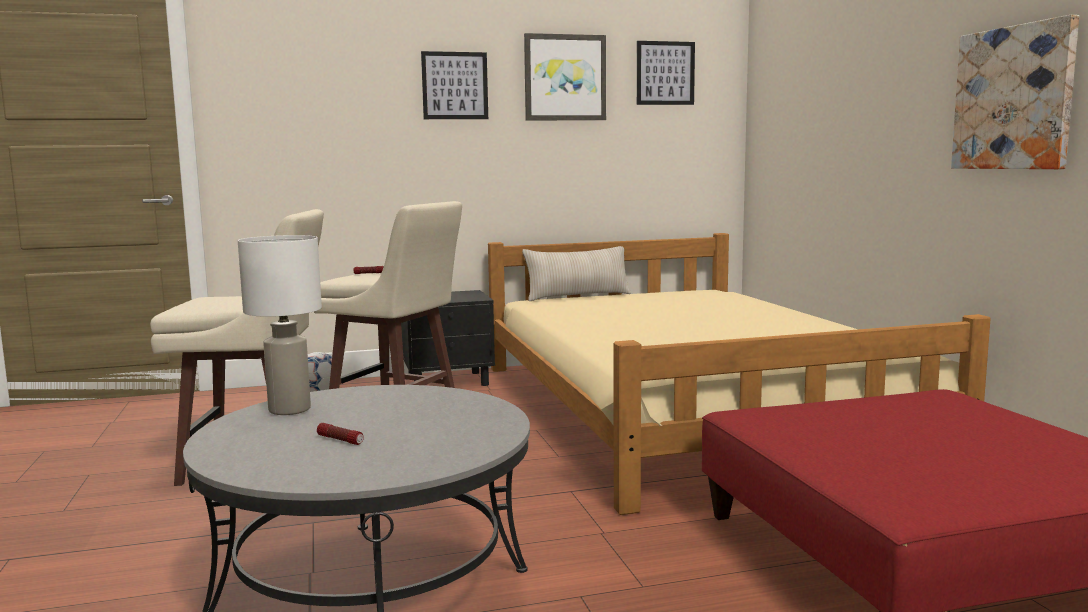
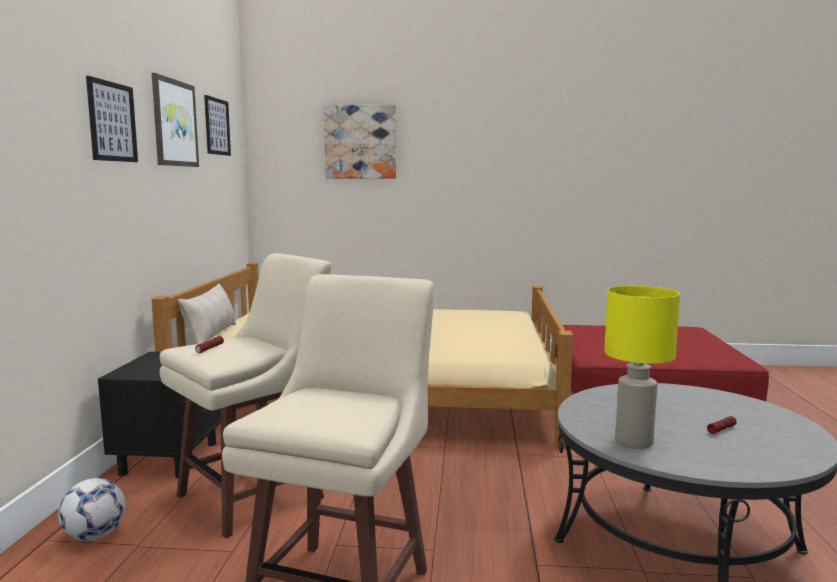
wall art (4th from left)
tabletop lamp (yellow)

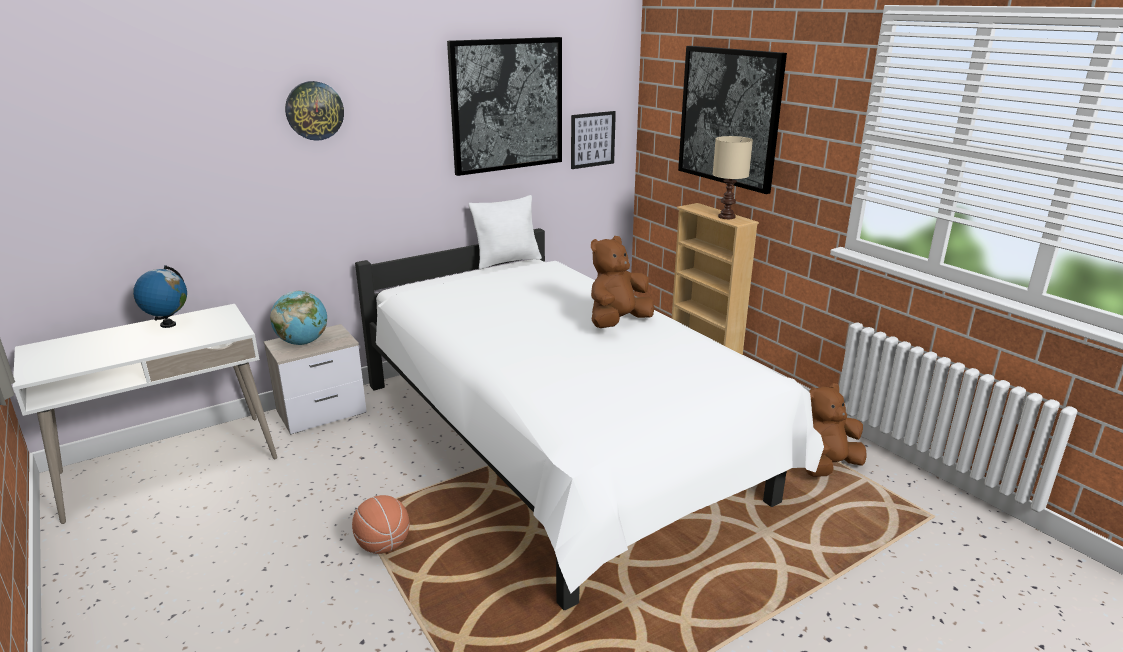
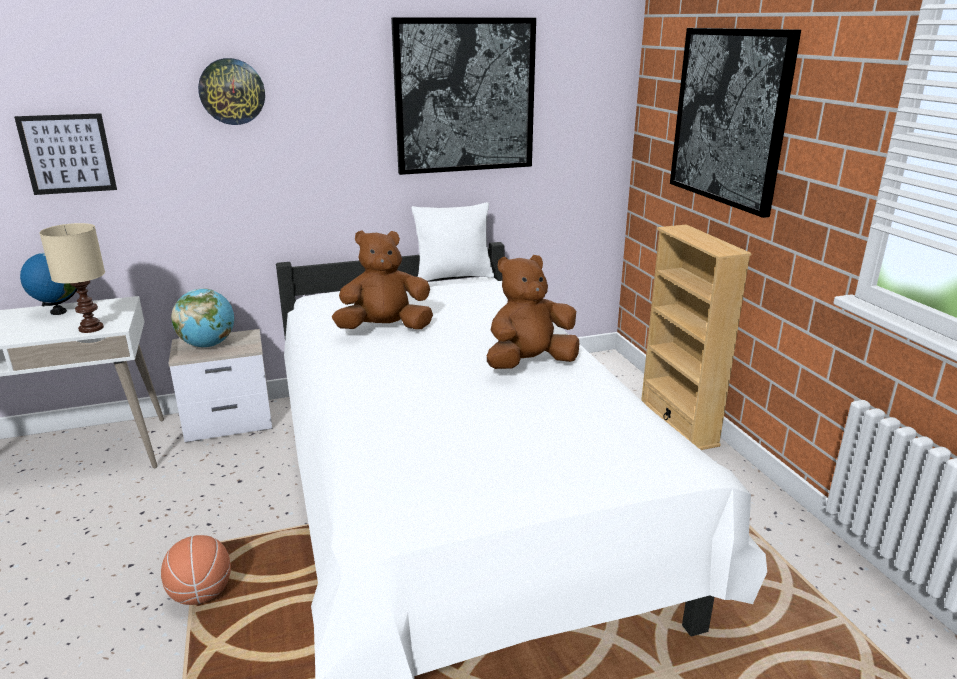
wall art (1st from left)
tabletop lamp (beige-coloured)
soft toy (brownish) (1st from left)

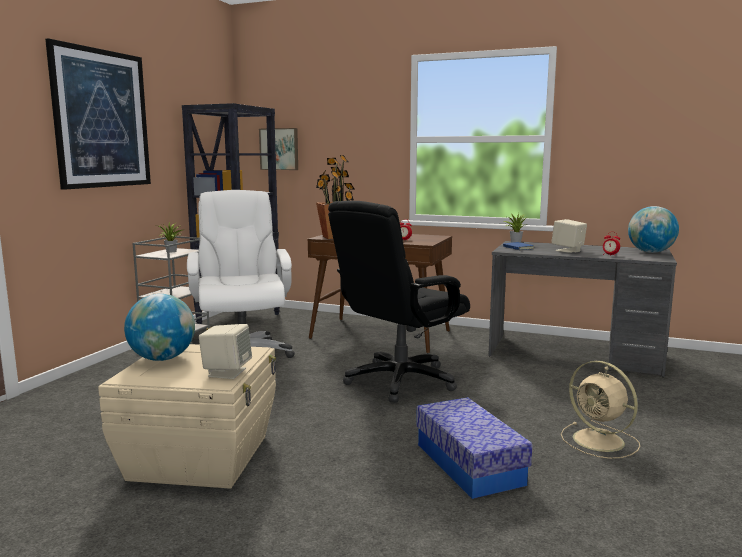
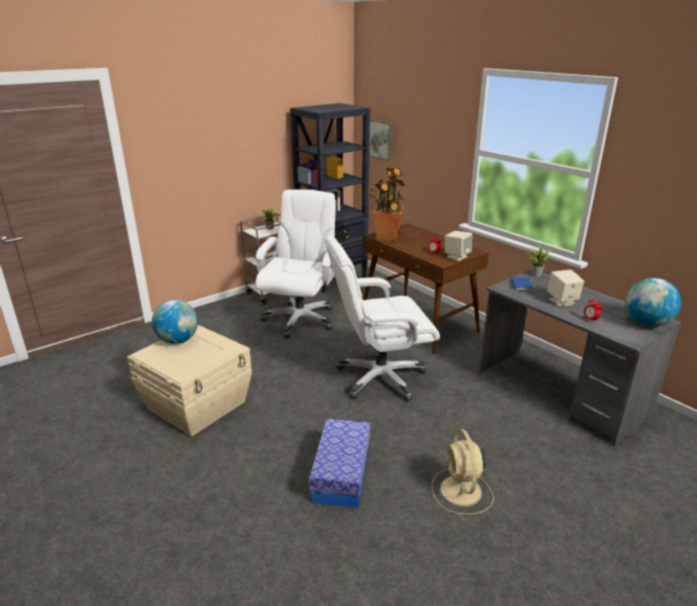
desk chair (white-coloured) (2nd from left)
audio speaker (beige-coloured) (1st from left)
wall art (1st from left in the first image)

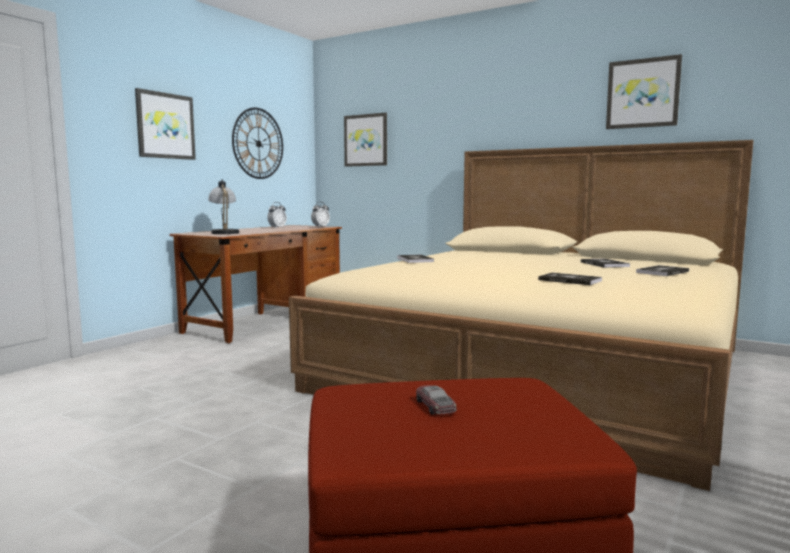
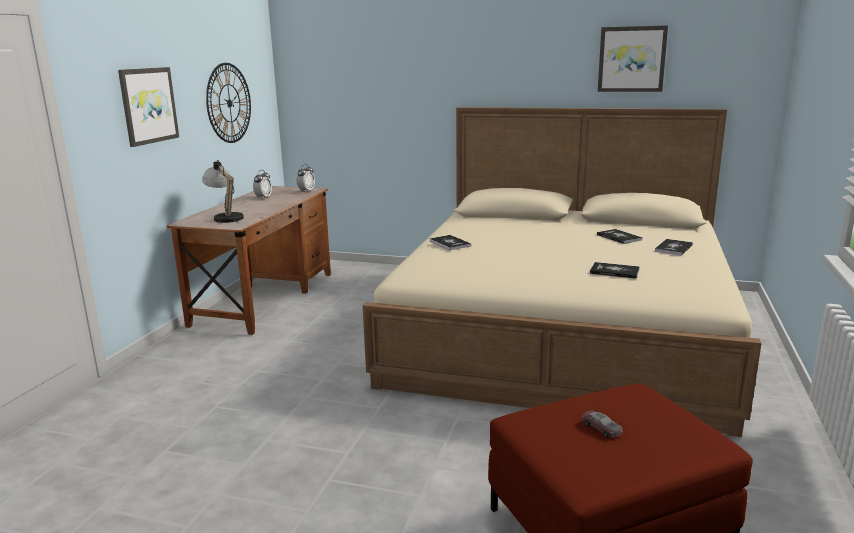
wall art (2nd from left in the first image)

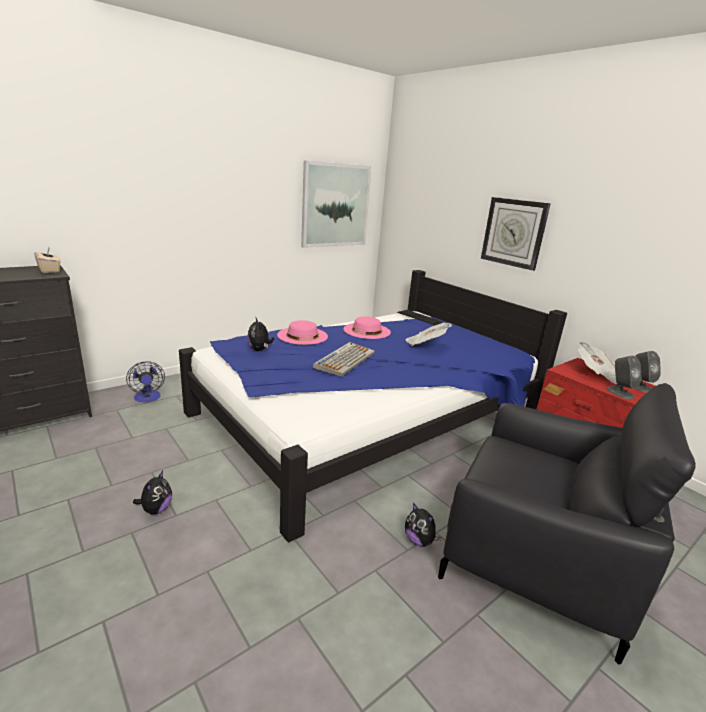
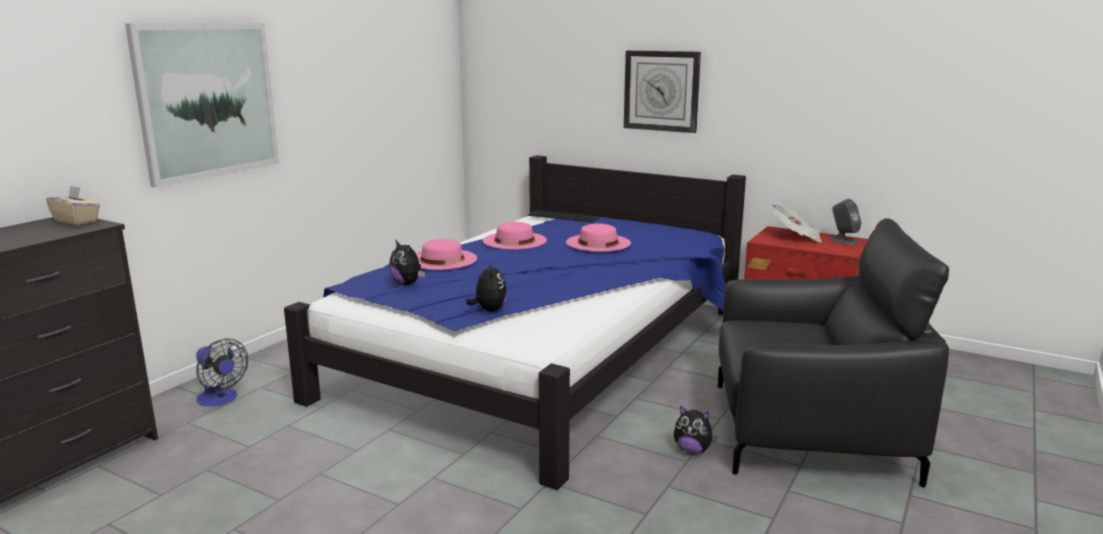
wall art
soft toy (2nd from left)
clothing hat (pinkish) (3rd from left)
computer keyboard (1st from left in the first image)
audio speaker (gray) (1st from left in the first image)

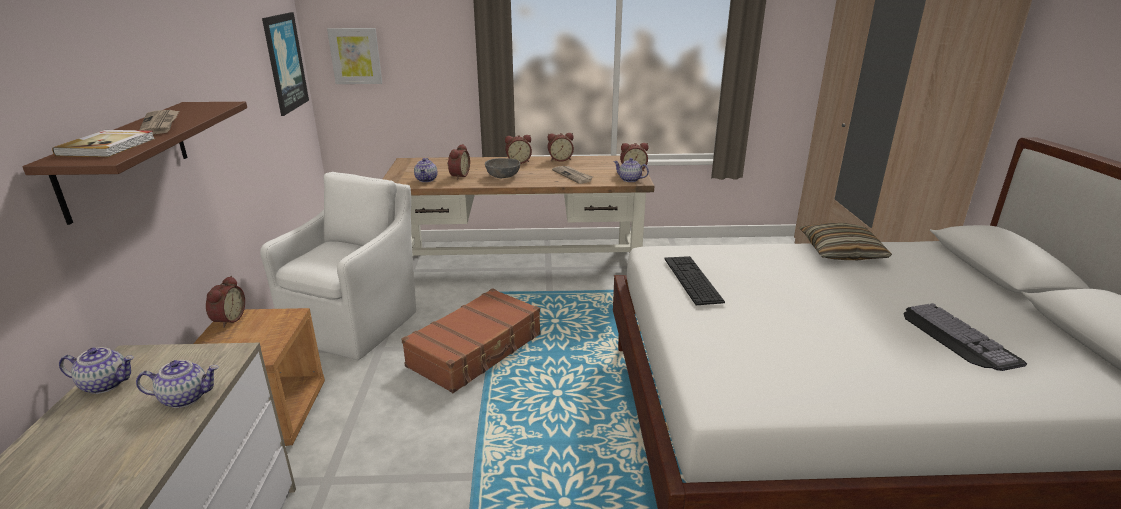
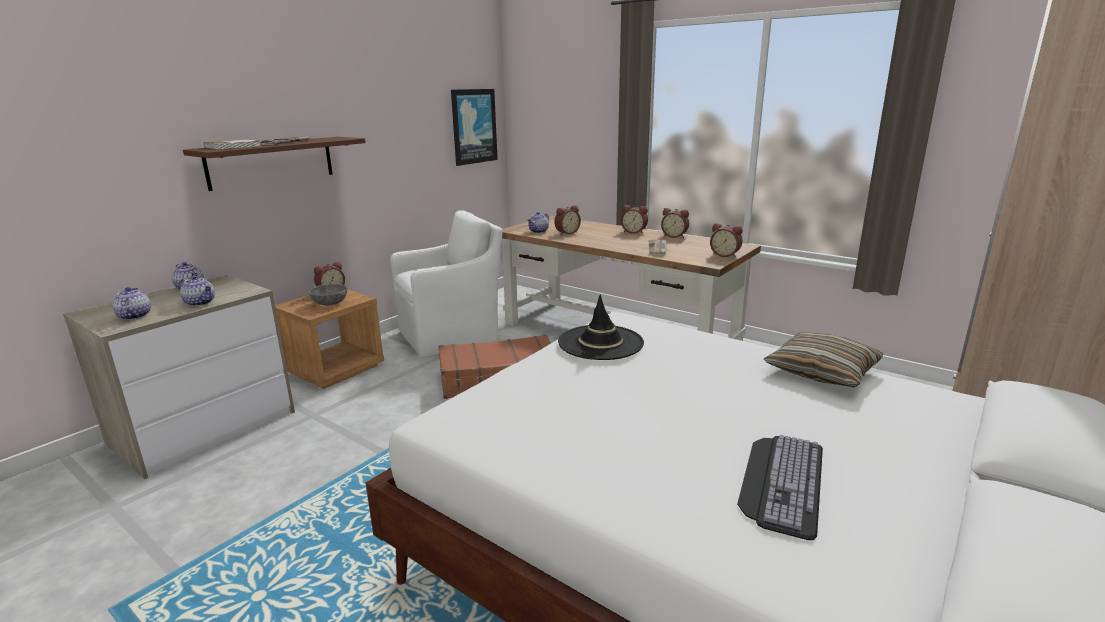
pot for tea (1st from left)
serving bowl (gray)
clothing hat (black-coloured)
wall art (2nd from left in the first image)

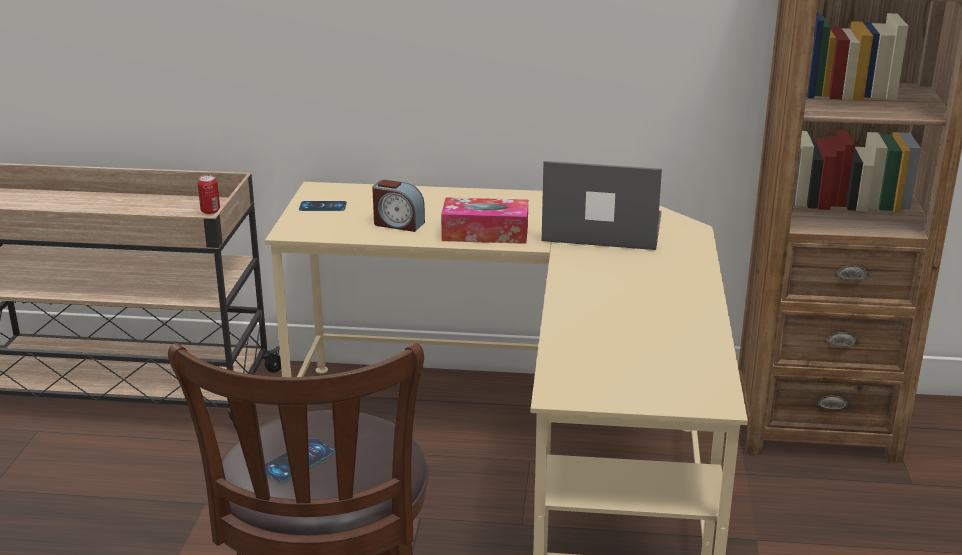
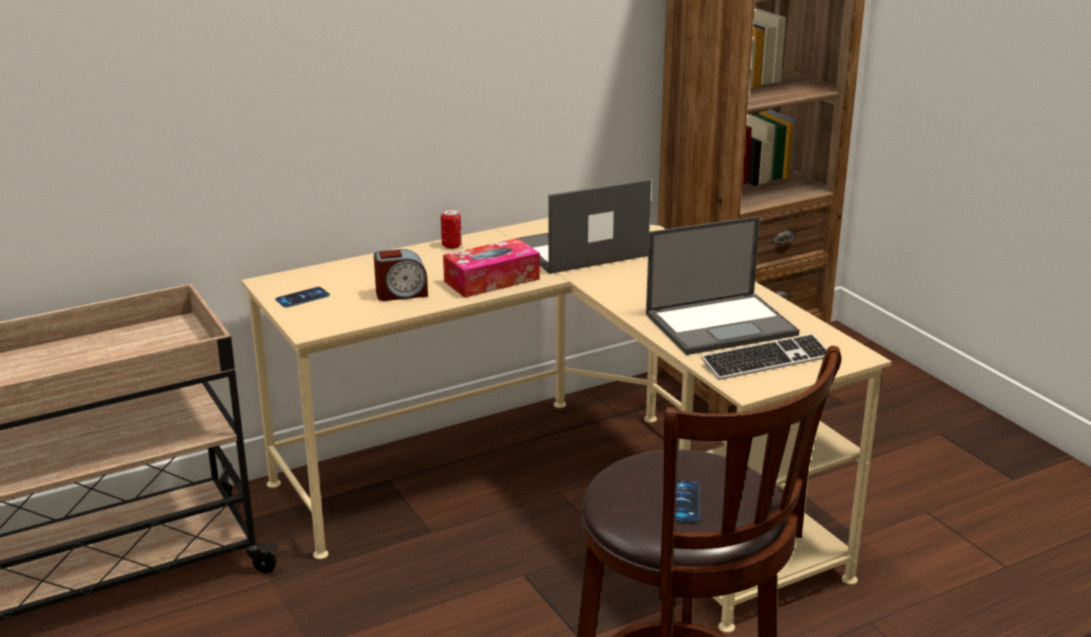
can
notebook computer (2nd from left)
computer keyboard

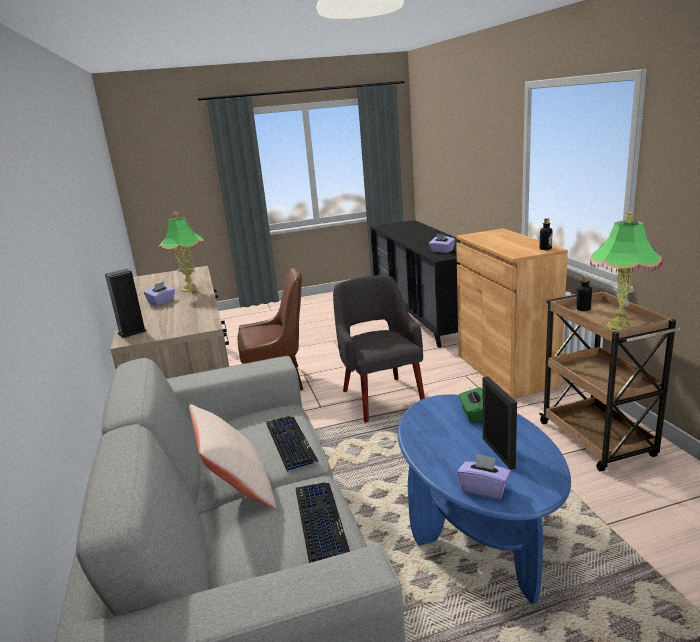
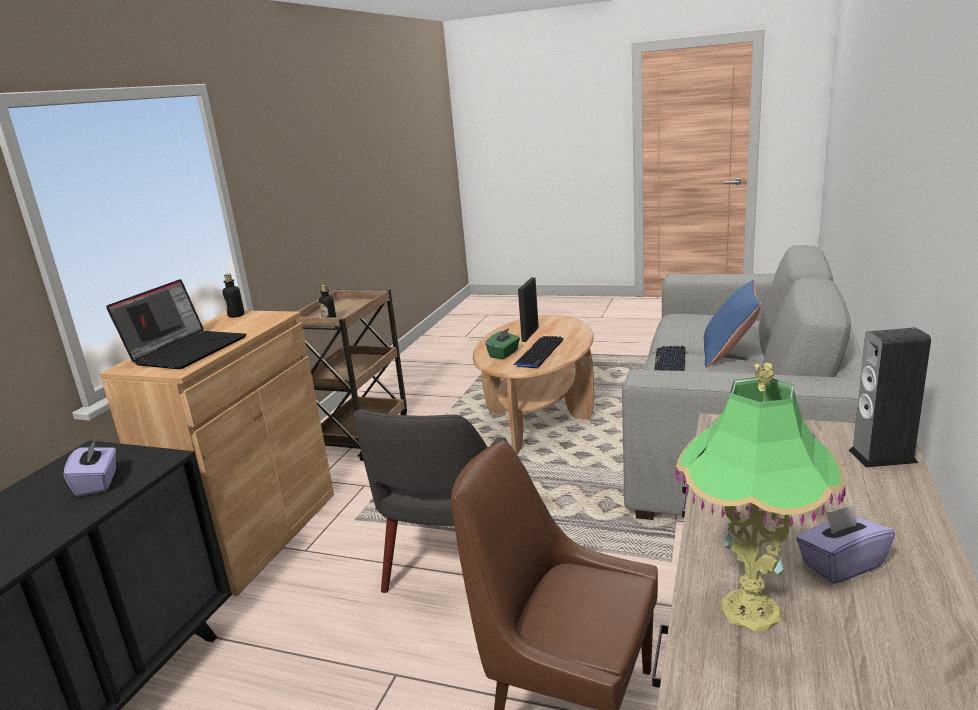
notebook computer
coffee table (brownish)
computer keyboard (1st from left)
cushion (blue-coloured)
tissue holder (purplish) (3rd from left in the first image)
tabletop lamp (2nd from left in the first image)

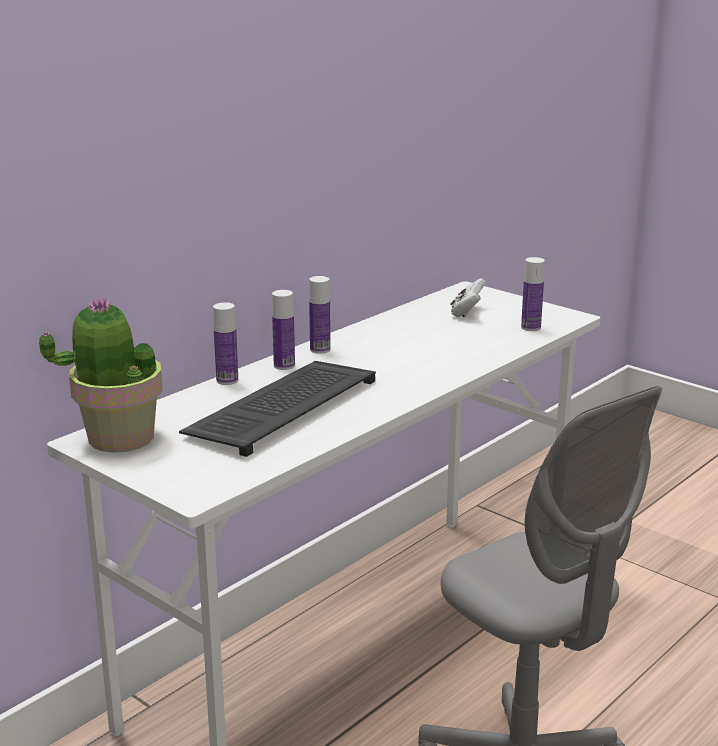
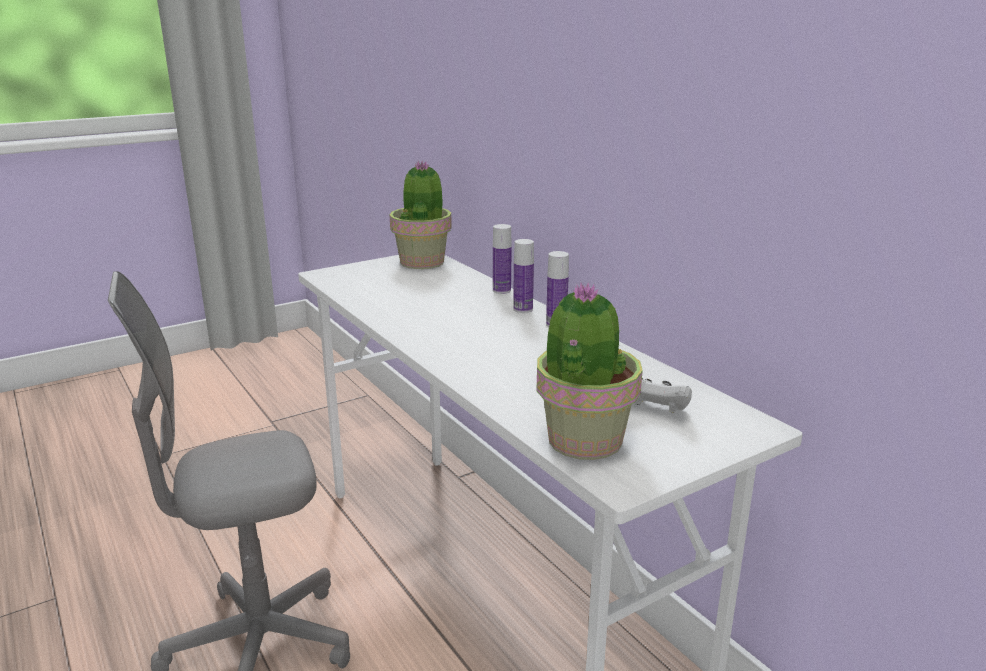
potted plant (2nd from left)
computer keyboard

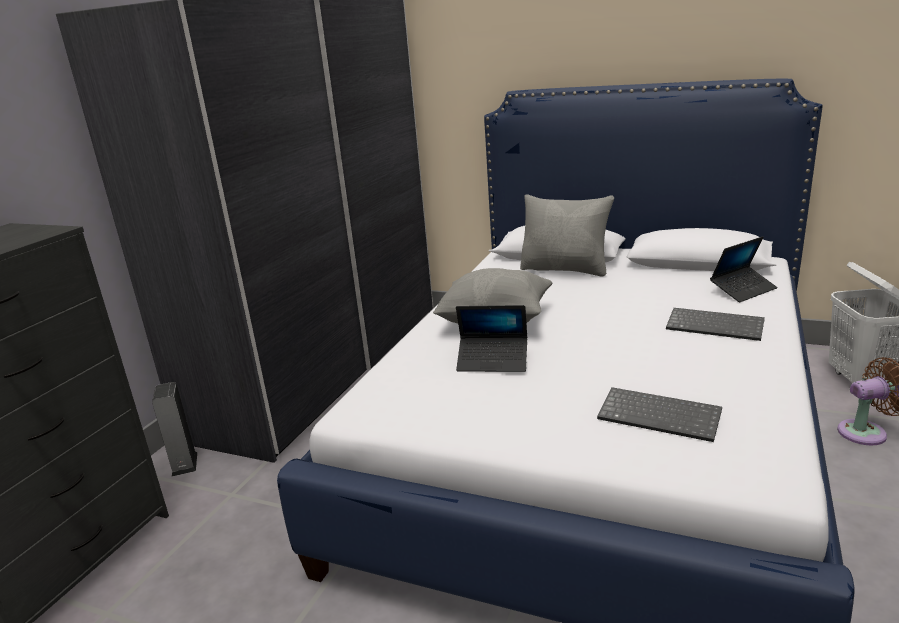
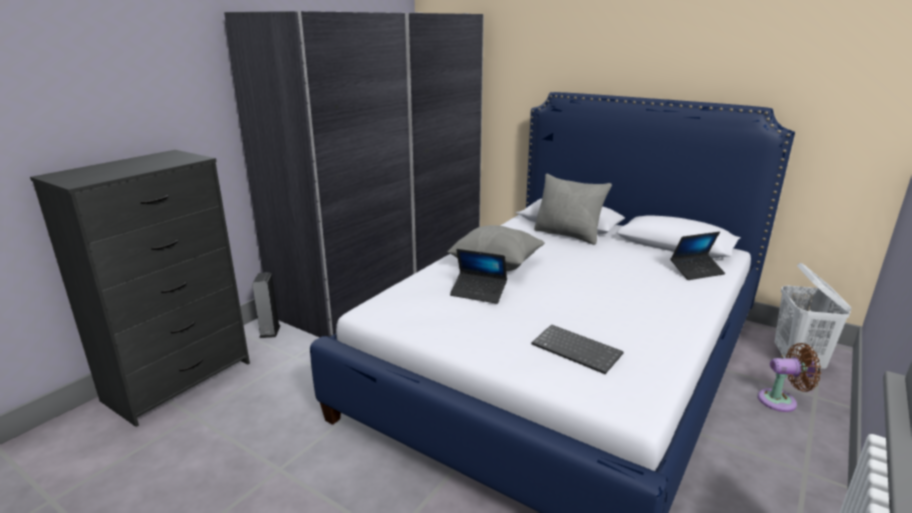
computer keyboard (2nd from left in the first image)

